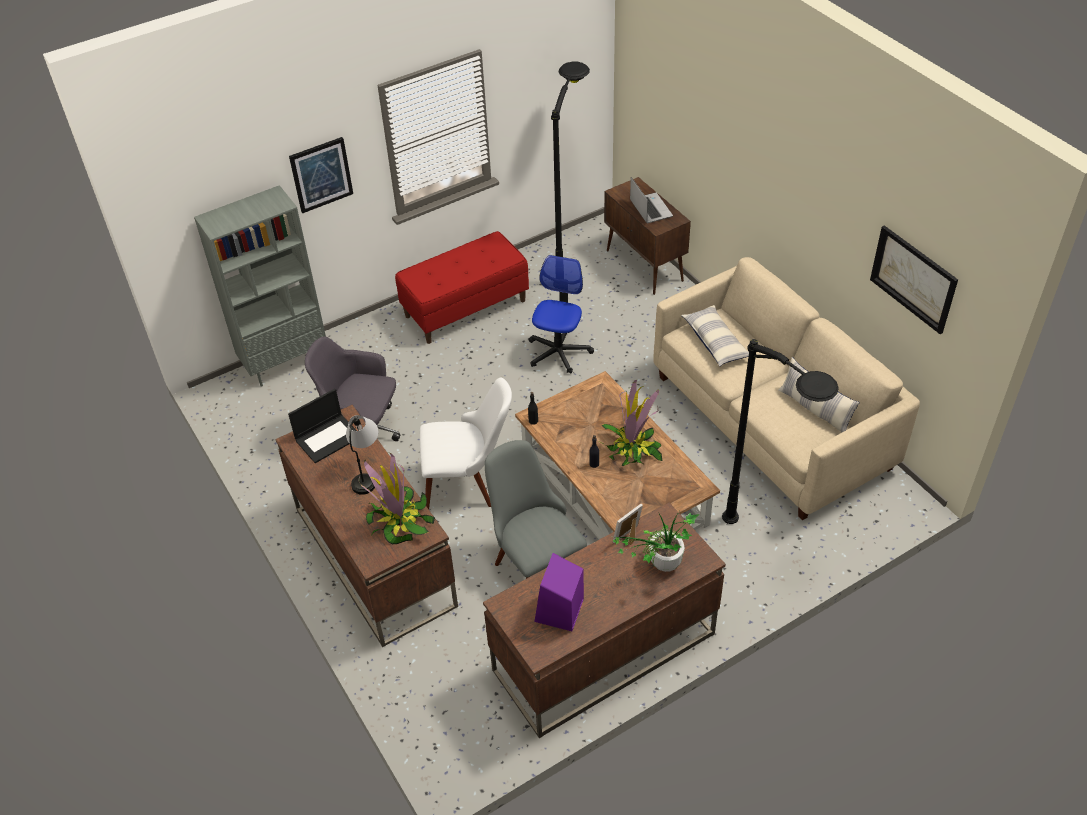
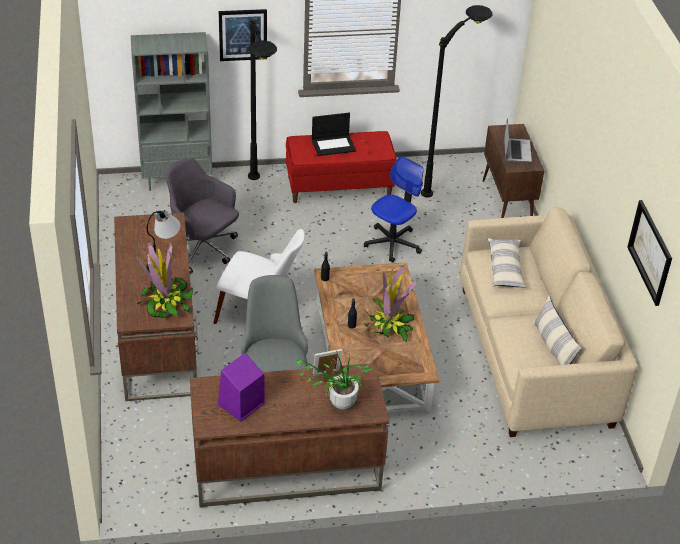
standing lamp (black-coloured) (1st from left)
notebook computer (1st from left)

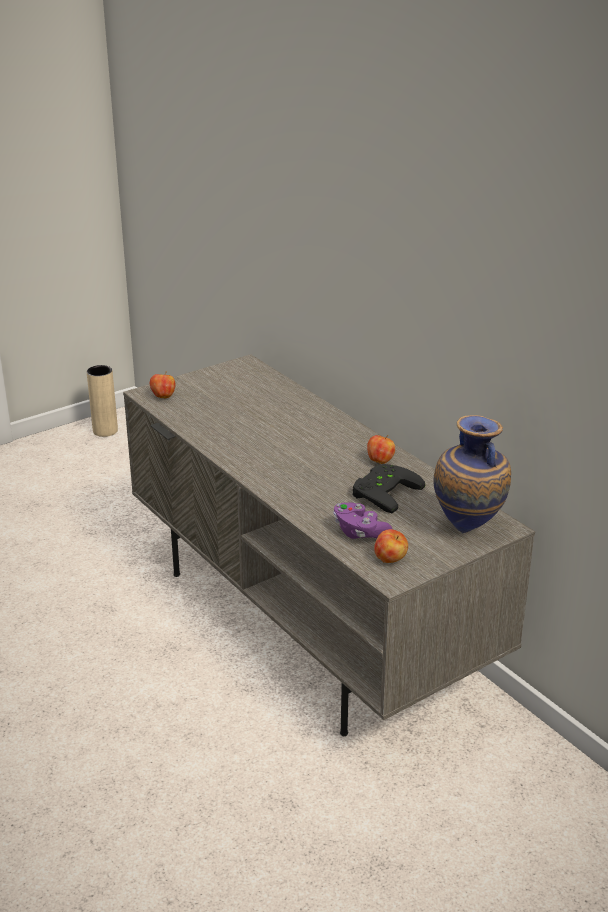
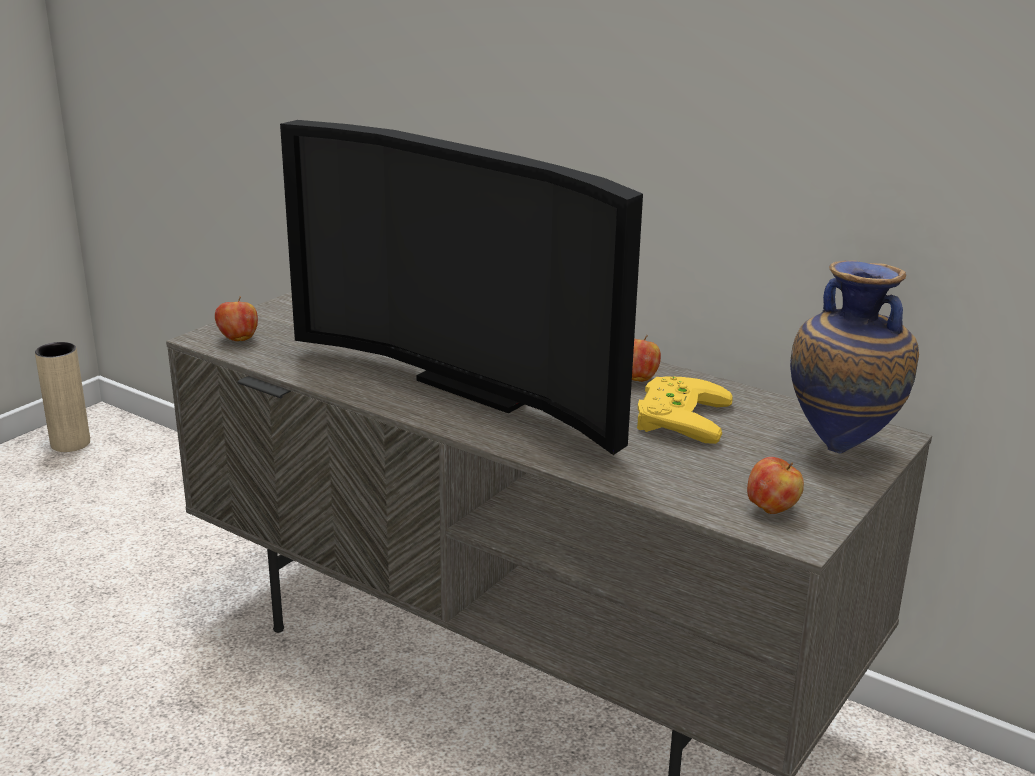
TV set
gamepad (yellow)
gamepad (purplish)

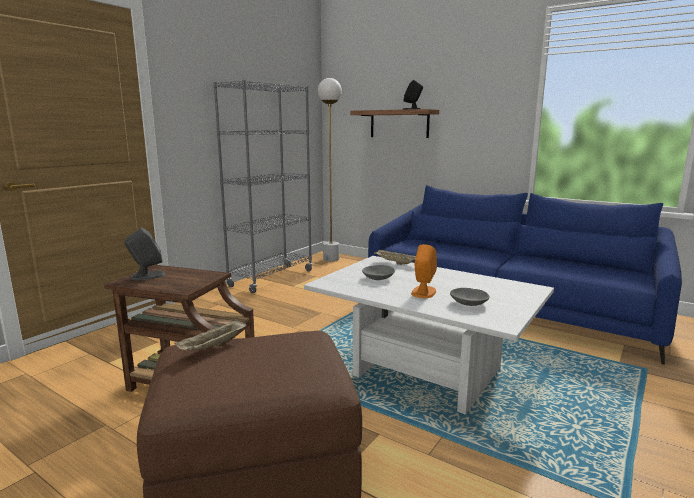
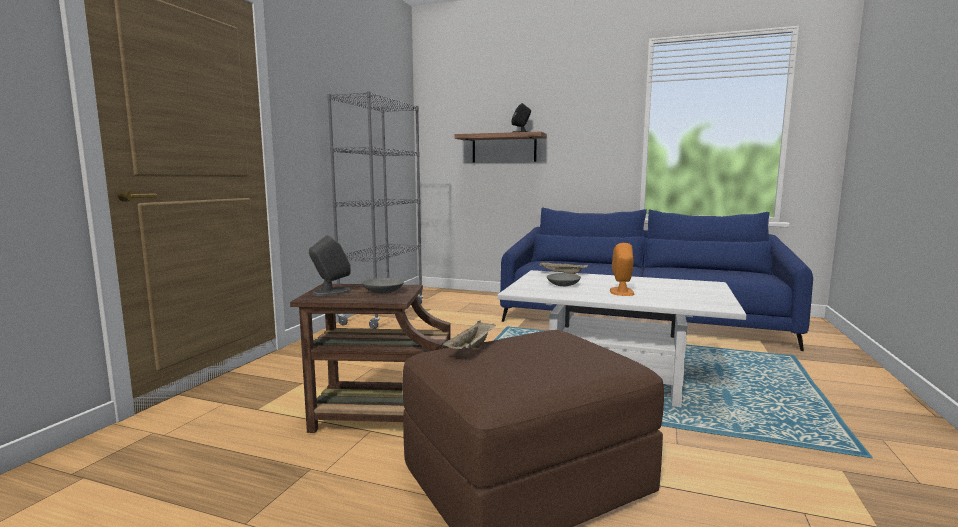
serving bowl (gray) (1st from left)
standing lamp (white-coloured)

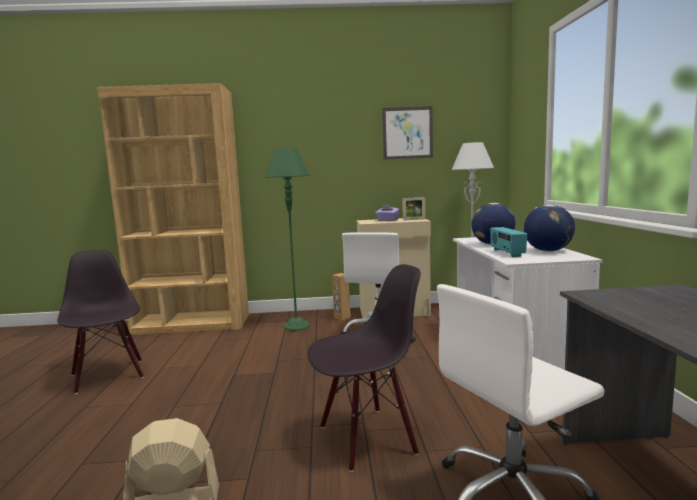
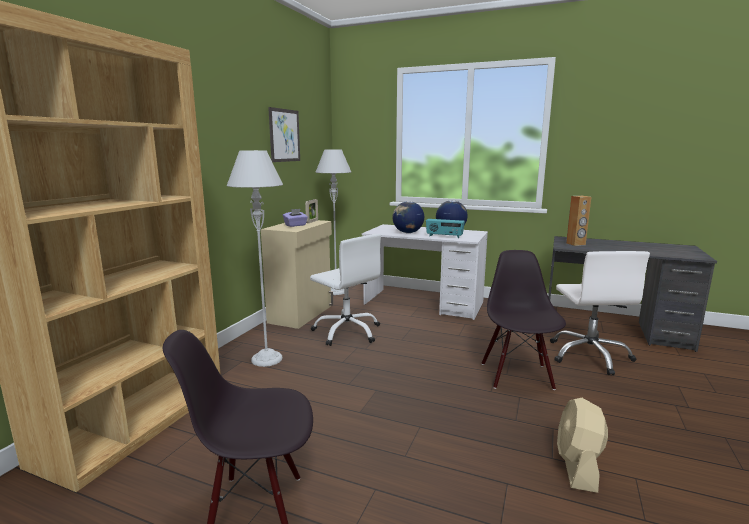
standing lamp (gray) (1st from left)
audio speaker (brownish)

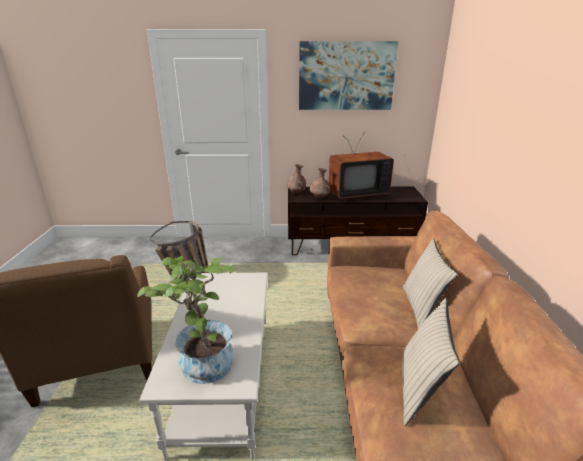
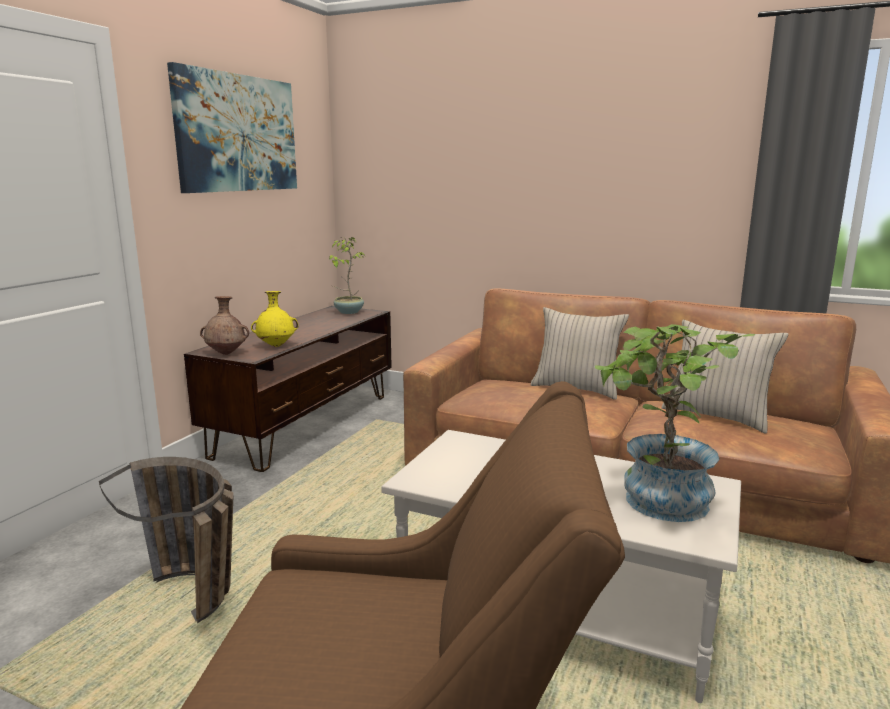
vase (yellow)
potted plant (1st from left)
TV set

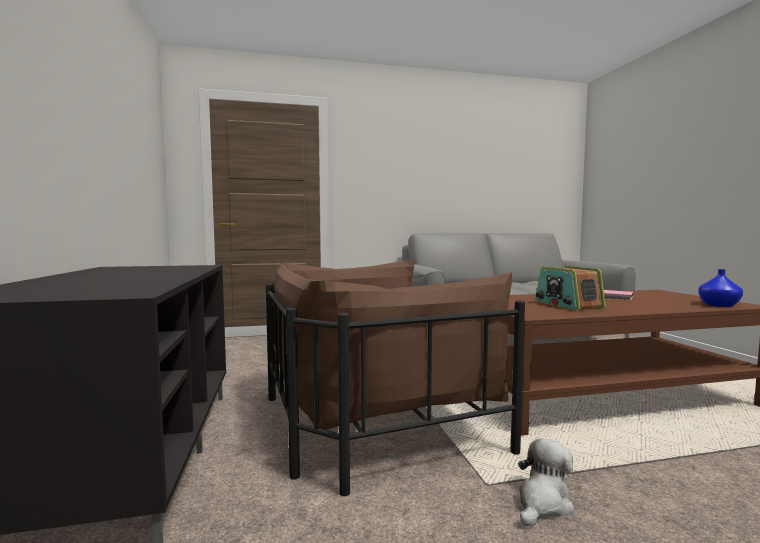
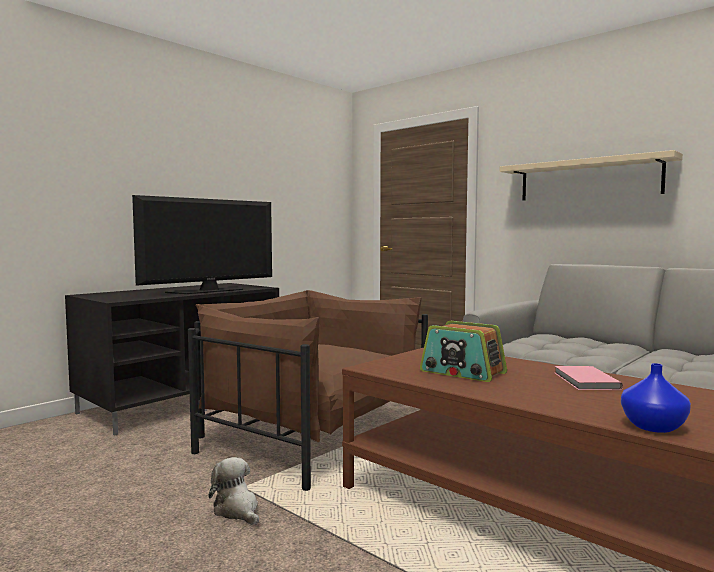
TV set
soft toy
radio receiver
shelf (beige-coloured)

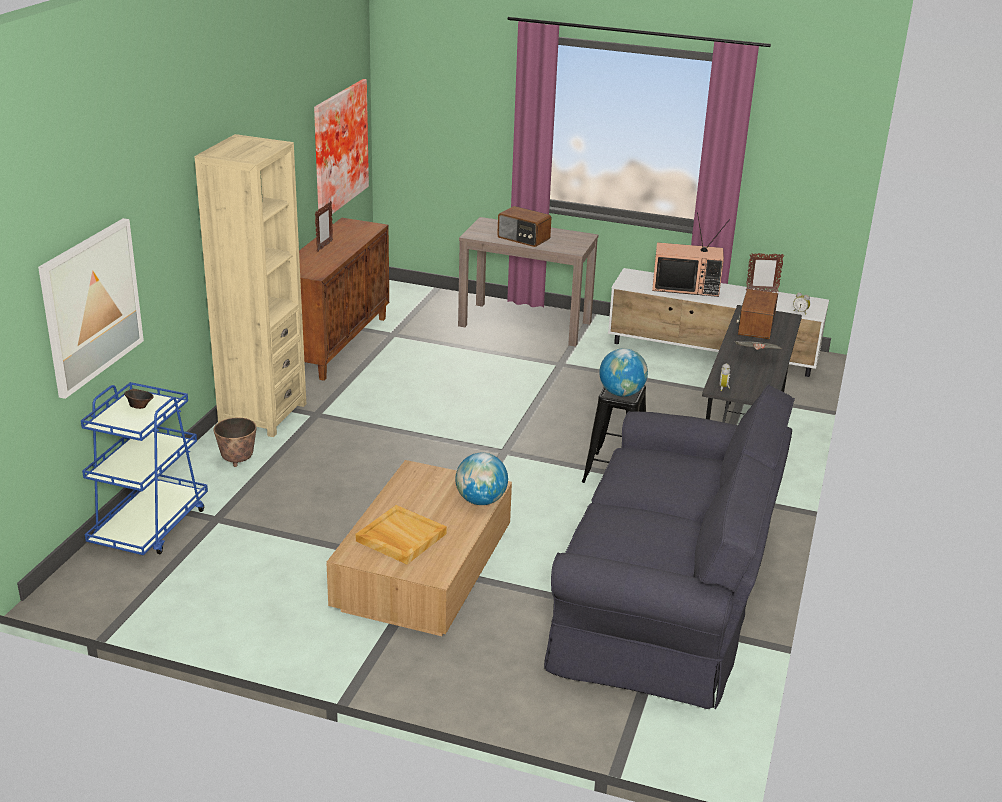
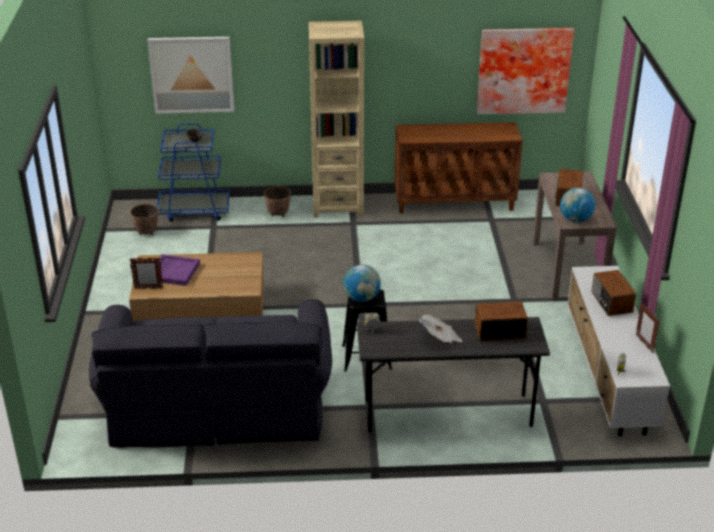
picture frame (1st from left)
plant pot (1st from left)
serving tray (purplish)
world globe (2nd from left)
radio receiver (3rd from left)

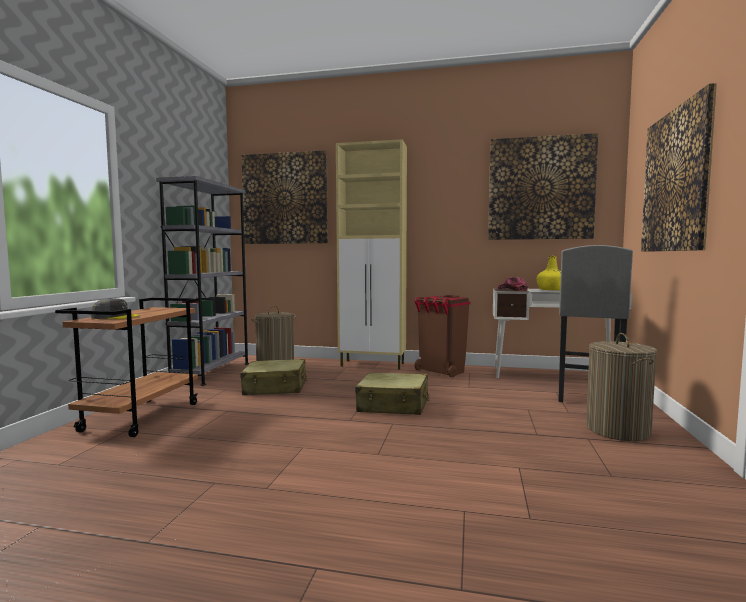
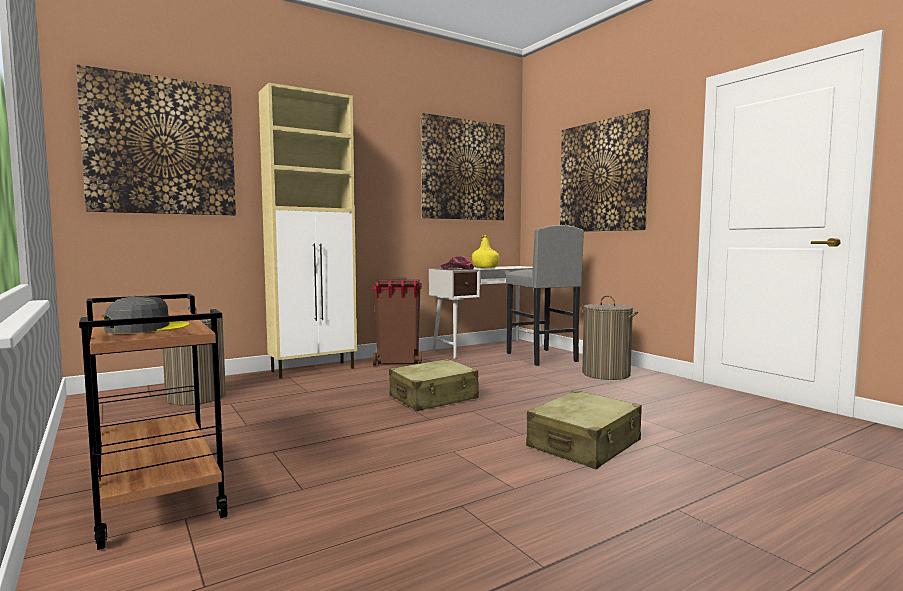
suitcase (beige-coloured) (2nd from left)
bookcase (gray)

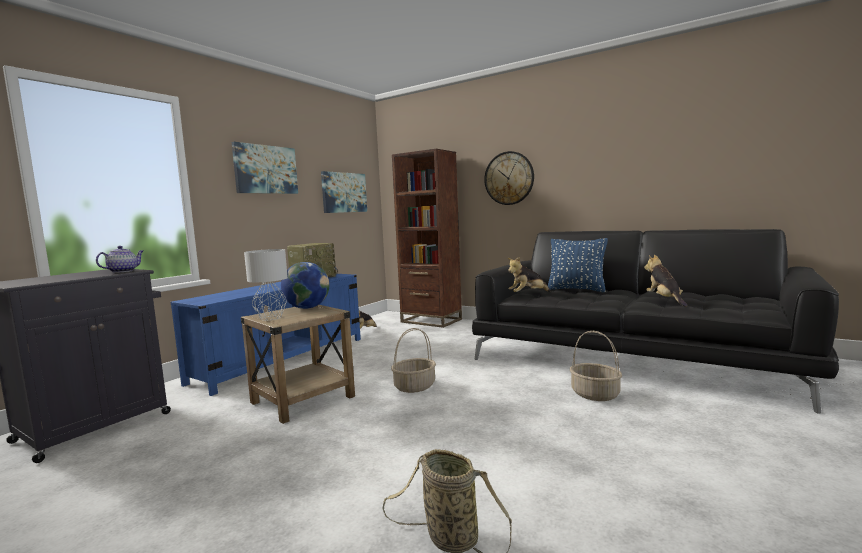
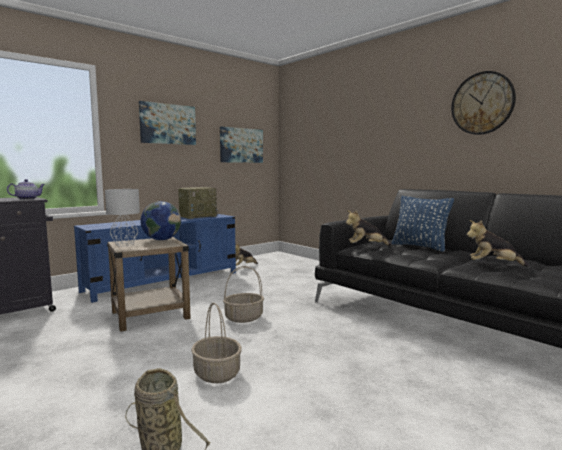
household basket (2nd from left)
hanging clock
soft toy (3rd from left)
bookcase (brownish)

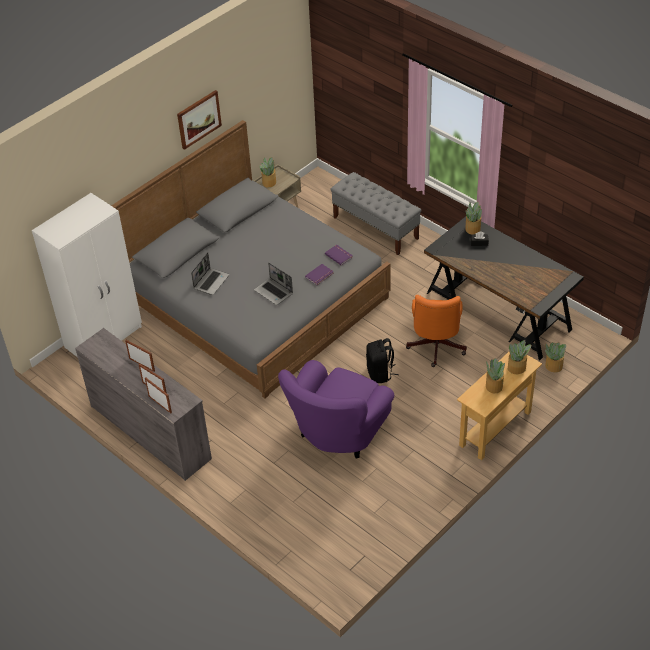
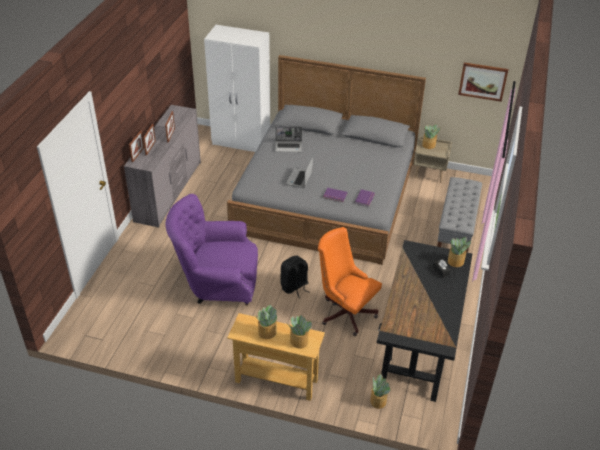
desk chair (orange-coloured)
wall art

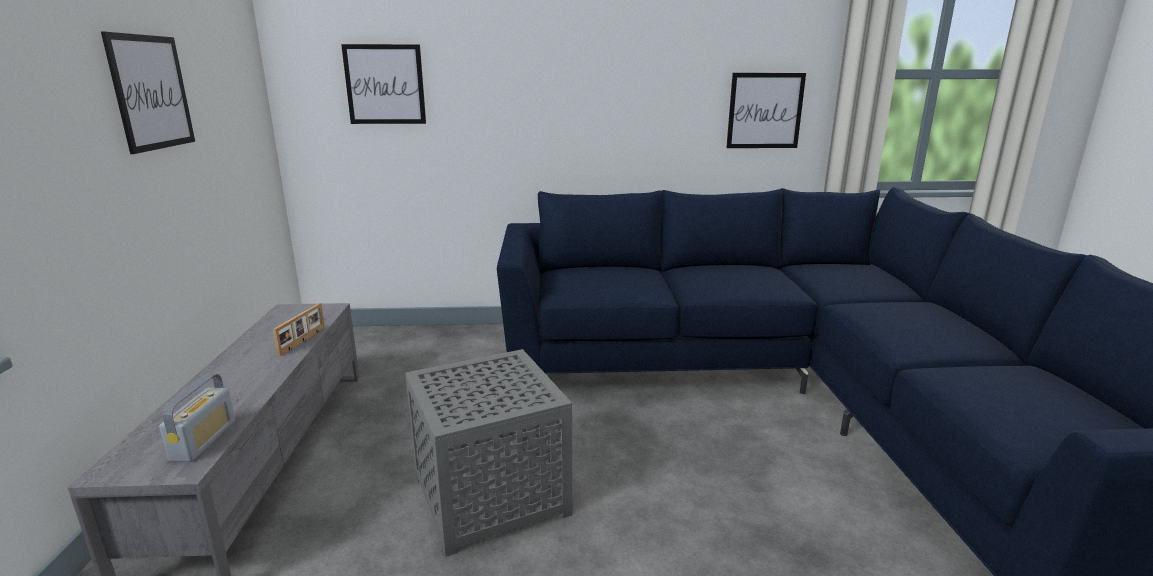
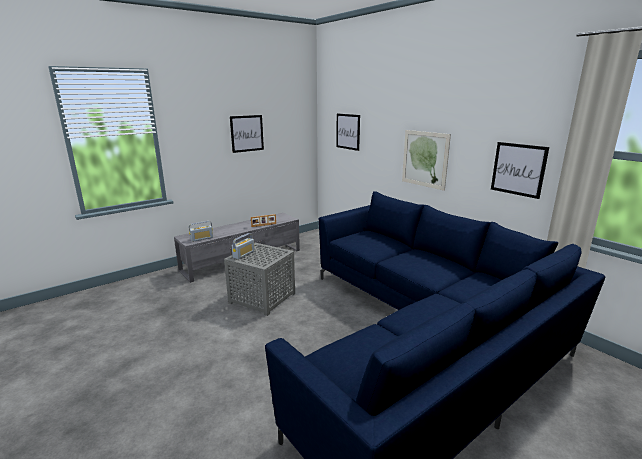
radio receiver (2nd from left)
wall art (3rd from left)

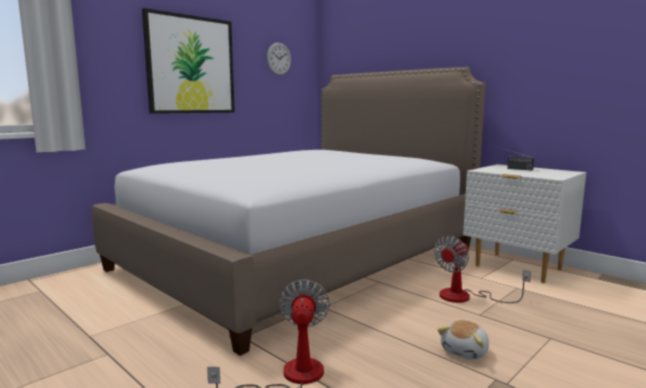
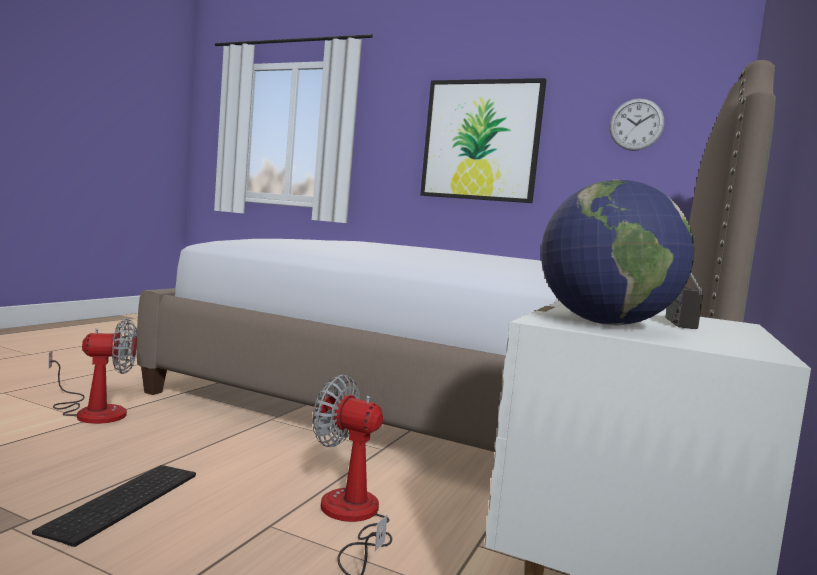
computer keyboard
world globe

